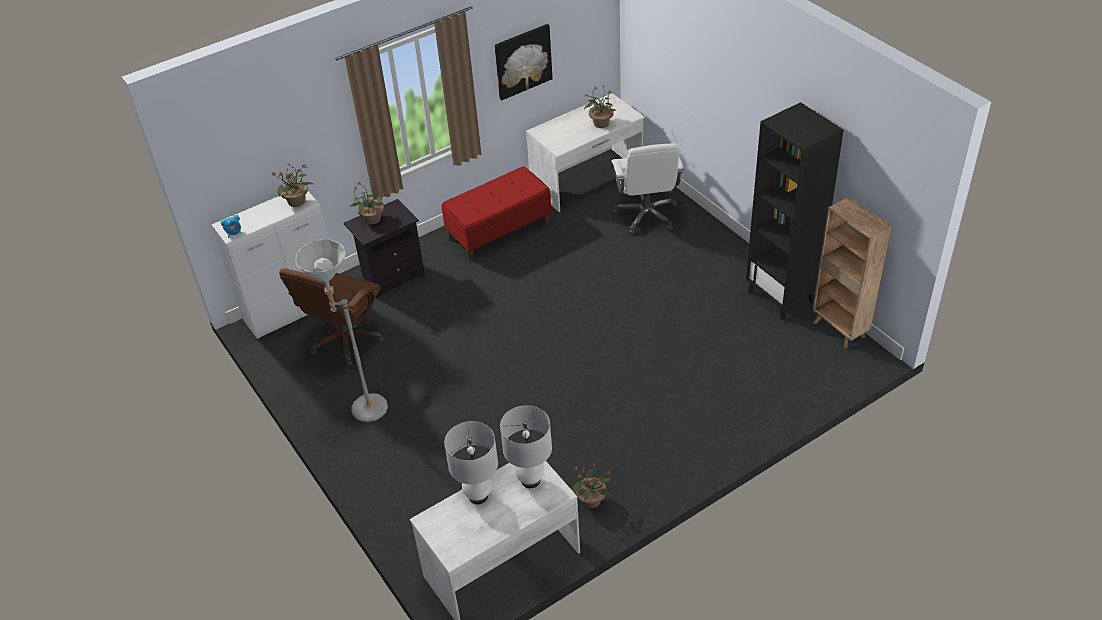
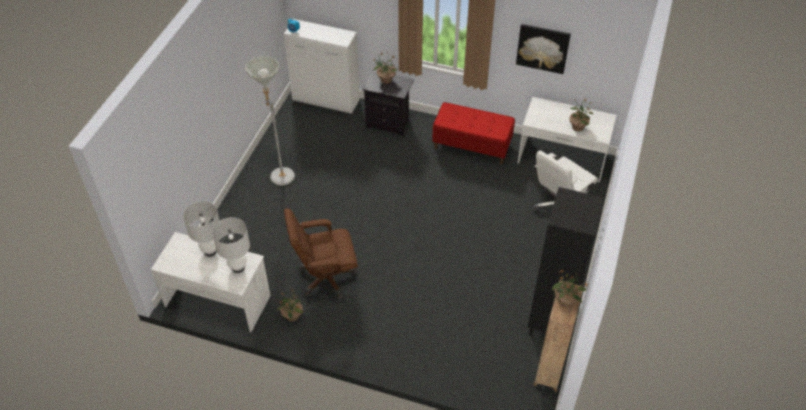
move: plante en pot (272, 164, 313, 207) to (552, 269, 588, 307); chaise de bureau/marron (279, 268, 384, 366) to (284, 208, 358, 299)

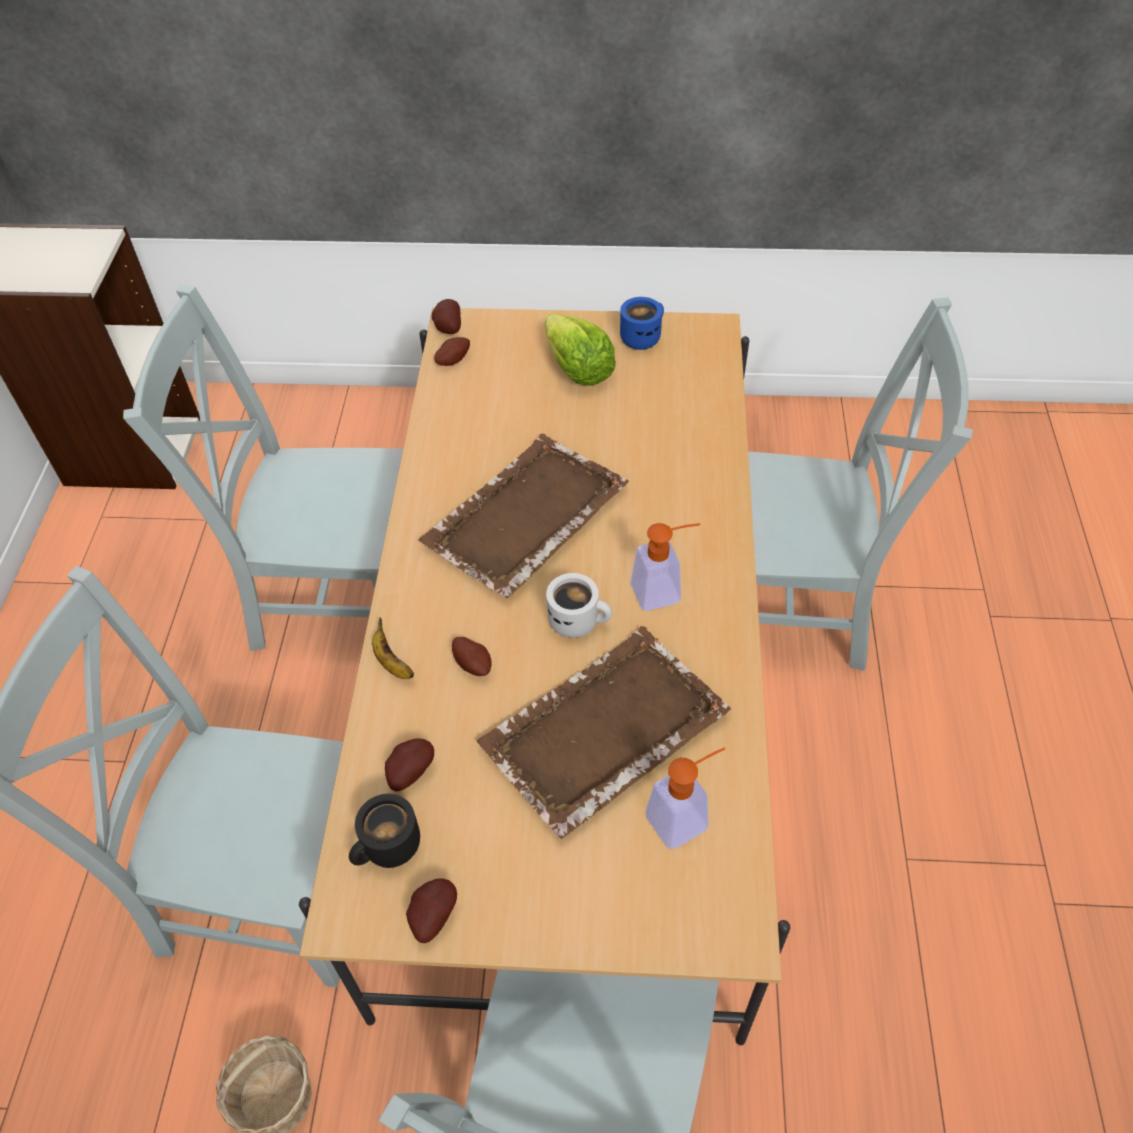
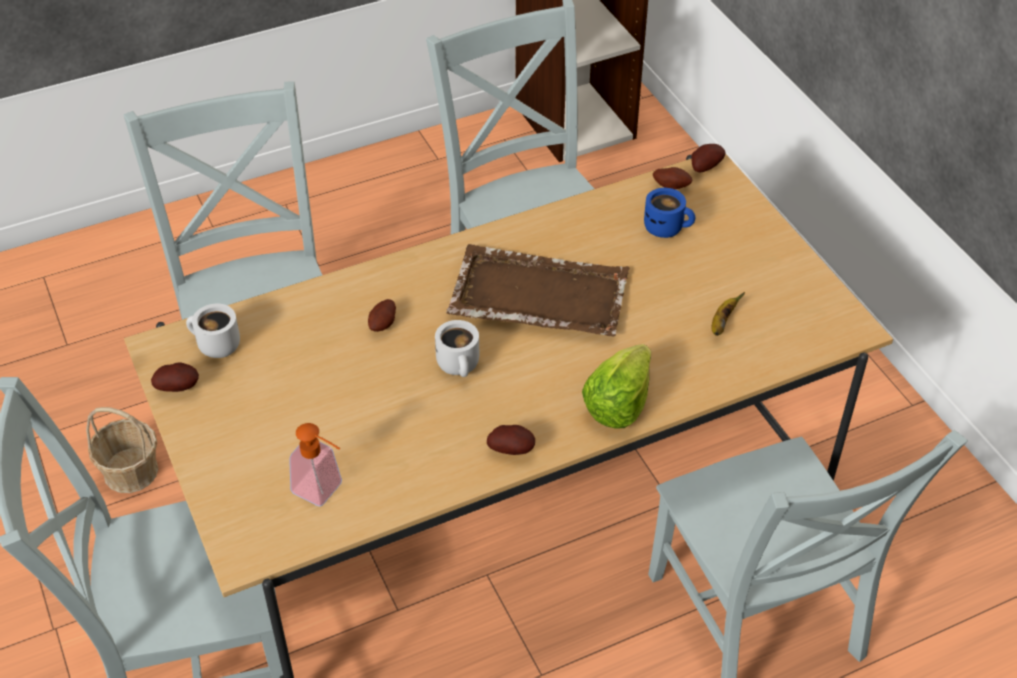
delete: plateau/marron (477, 626, 731, 839); distributeur de savon (631, 523, 701, 611)
move: banane (372, 617, 414, 679) to (712, 292, 745, 336); pomme de terre (385, 738, 434, 791) to (487, 425, 535, 455); laitue (544, 314, 616, 386) to (582, 344, 651, 428); mug/bleu (620, 297, 664, 350) to (644, 188, 695, 238)
recolor: mug/noir (349, 794, 420, 868) to mug/blanc (186, 304, 240, 358)

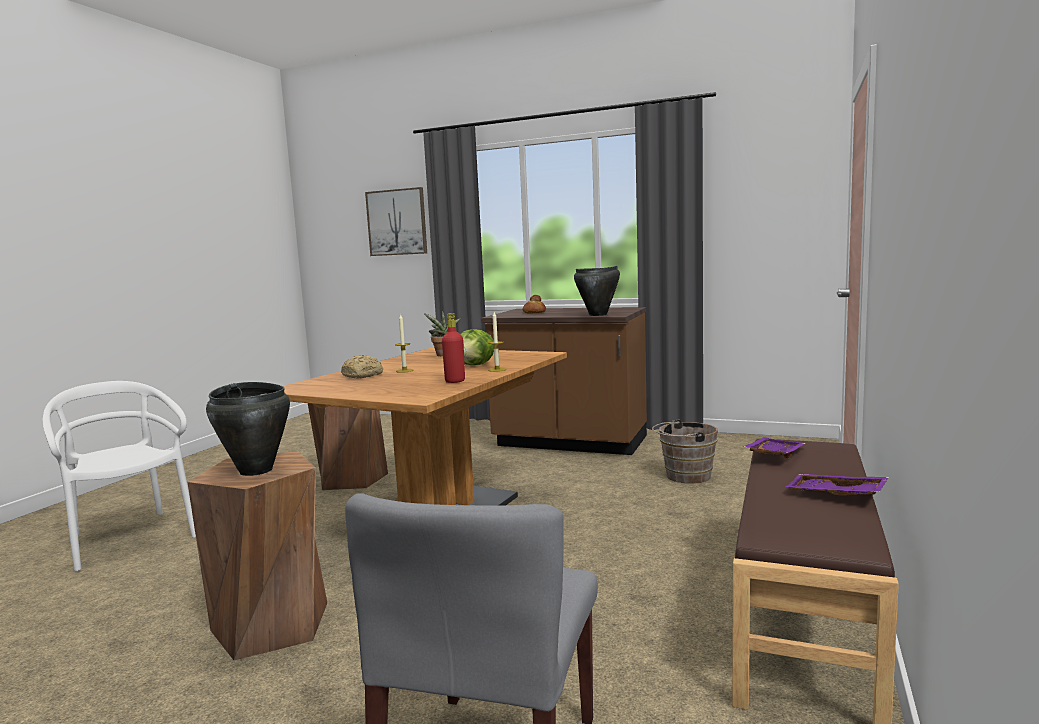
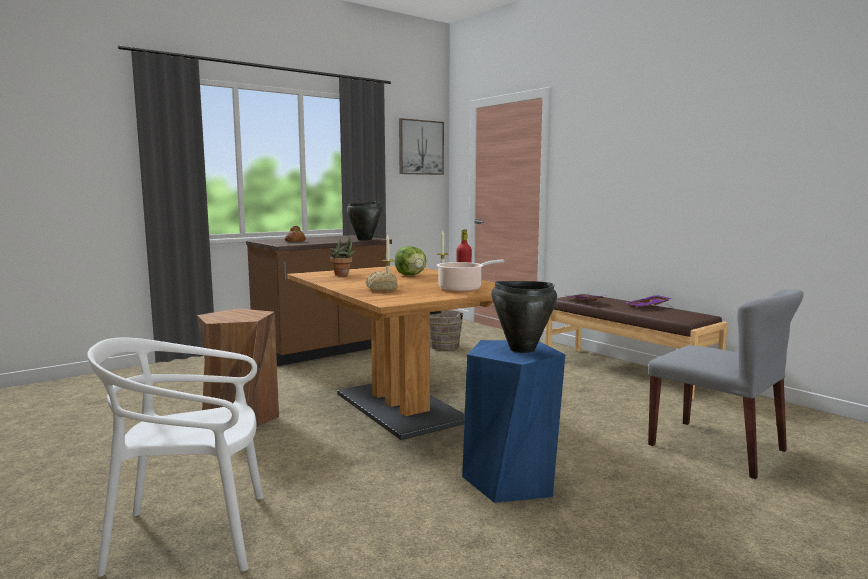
insert: marmite (437, 259, 504, 292)
move: tableau (365, 187, 427, 256) to (399, 118, 444, 175)
recolor: tabouret/marron (187, 451, 328, 661) to tabouret/bleu (462, 340, 566, 503)

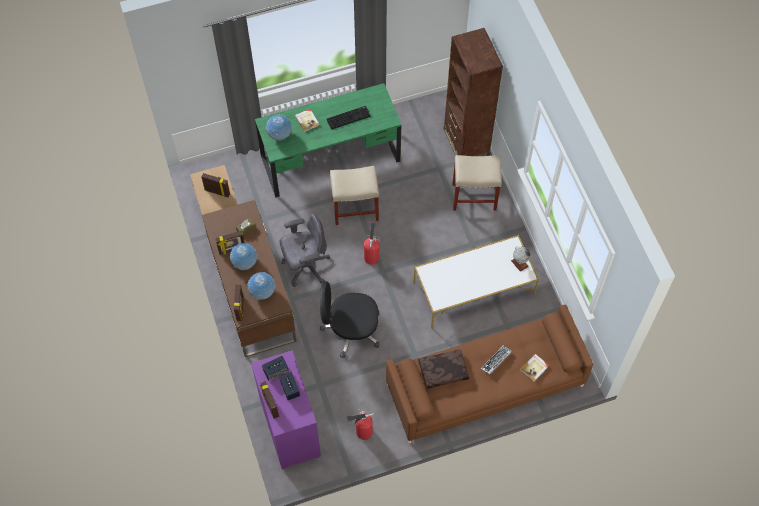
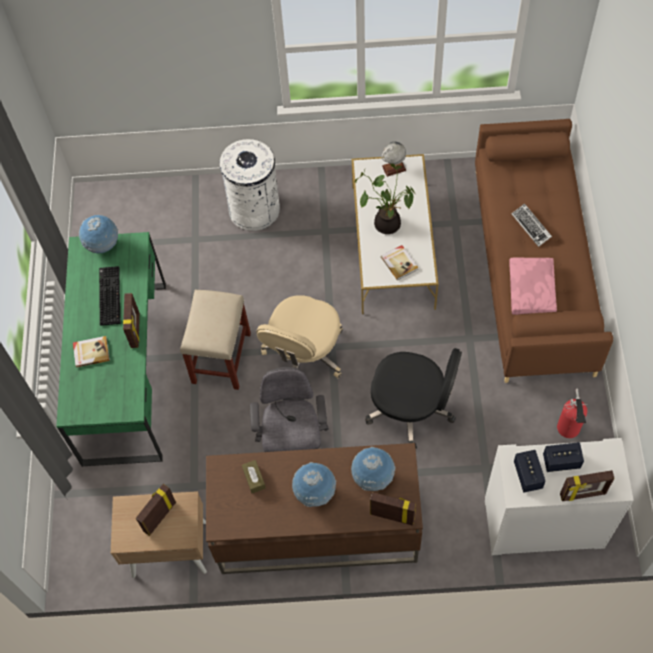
delete: bibliothèque/marron (444, 28, 503, 156)
insert: plante en pot (355, 164, 415, 234)
move: cadre photo (215, 230, 245, 255) to (123, 293, 140, 348); globe (266, 115, 292, 141) to (79, 215, 119, 253); livre (520, 354, 549, 382) to (381, 245, 419, 280)
replace: extincteur (364, 222, 380, 265) to chaise de bureau/beige (256, 295, 343, 378); tabouret/beige (452, 155, 502, 211) to poubelle/blanc (220, 139, 280, 231)
recolor: meuble de rangement/violet (251, 351, 321, 469) to meuble de rangement/blanc (485, 438, 634, 555); coussin/marron (418, 349, 469, 389) to coussin/rose (509, 257, 557, 315)
rotate: chaise de bureau/noir (320, 282, 380, 358) = (365, 348, 462, 449) 90 degrees counterclockwise

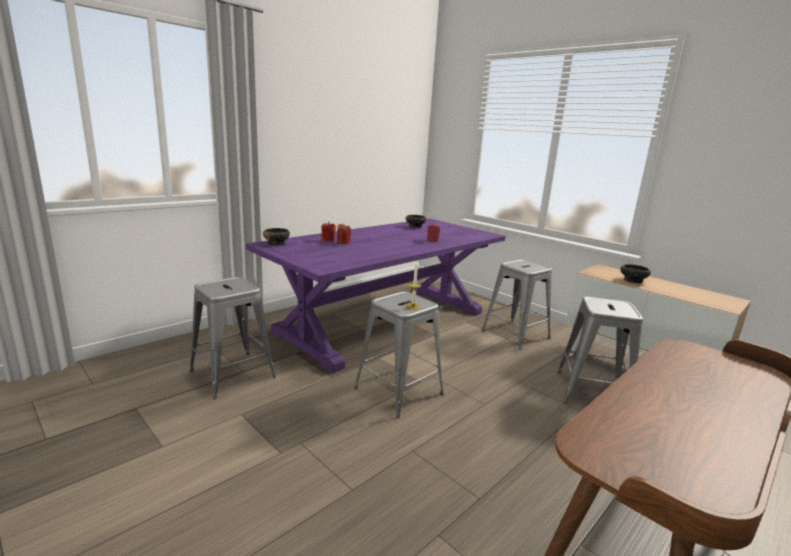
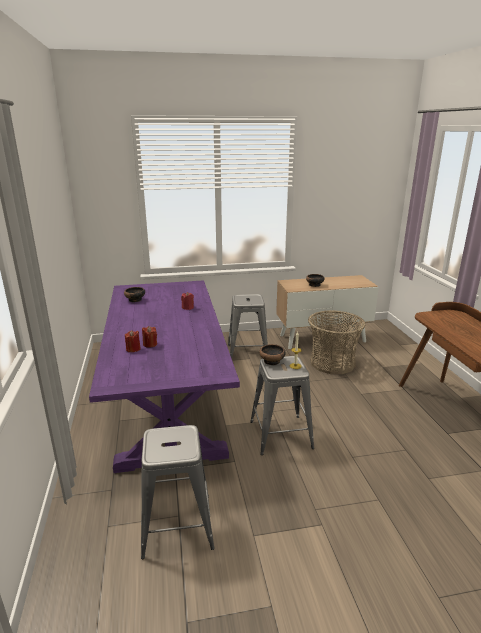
move: bol (263, 228, 290, 245) to (259, 344, 286, 365)
replace: tabouret/gris (557, 297, 643, 403) to panier (308, 310, 366, 374)

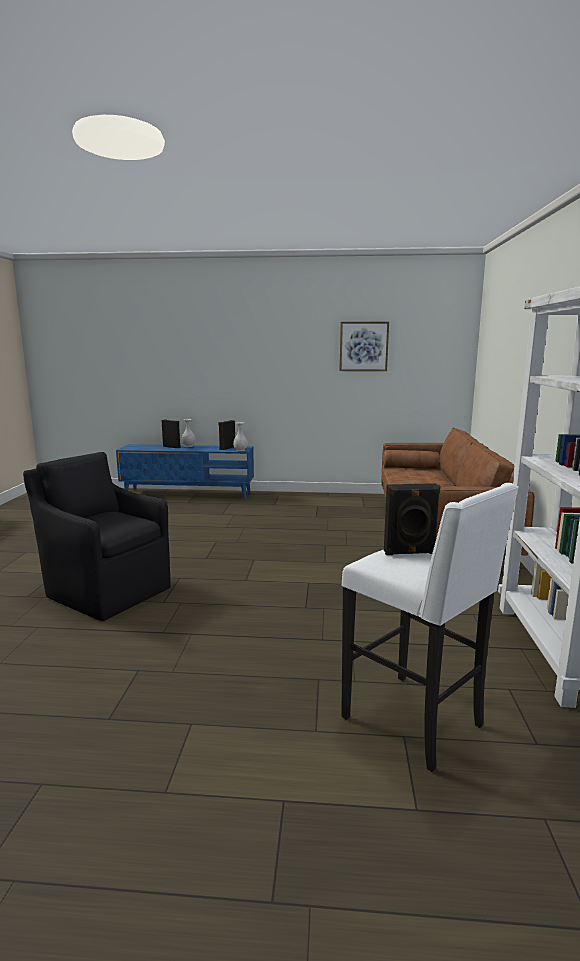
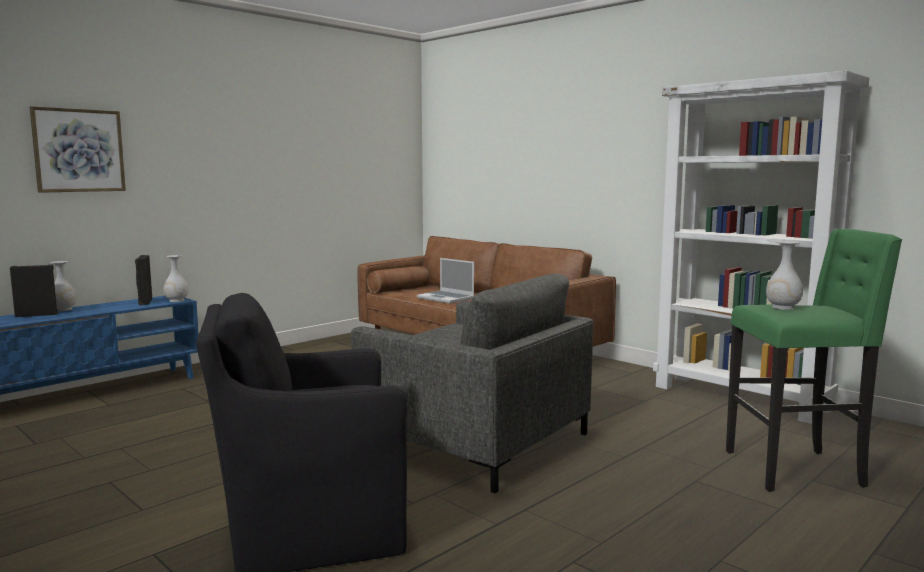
insert: fauteuil/gris (351, 274, 594, 493); ordinateur portable (417, 258, 474, 304)
move: tableau (339, 322, 389, 371) to (30, 106, 126, 193)
replace: enceinte/noir (384, 483, 441, 555) to vase/blanc (766, 241, 803, 310)
recolor: tabouret/blanc (341, 483, 519, 772) to tabouret/vert (726, 228, 902, 492)

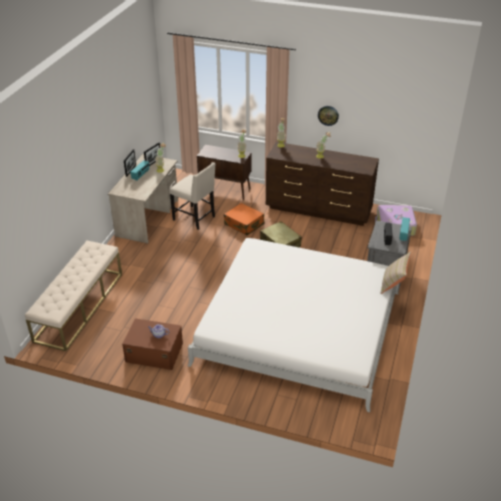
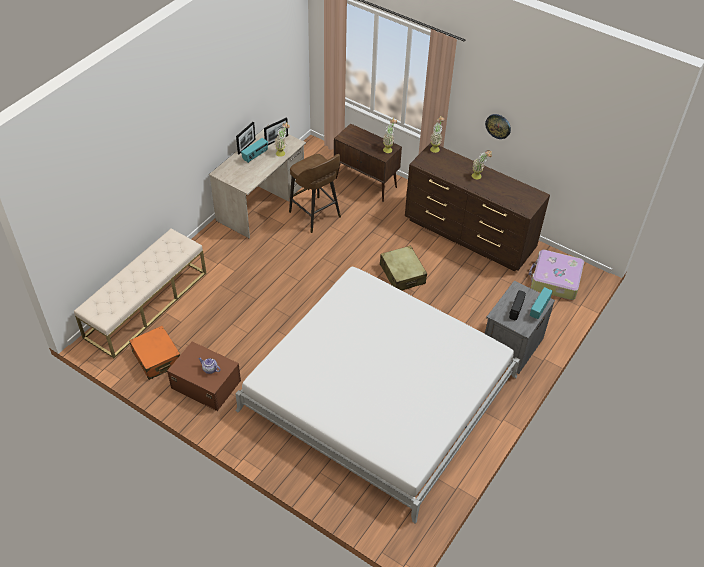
delete: coussin/beige (380, 252, 411, 294)
move: valise/orange (224, 203, 264, 235) to (129, 326, 180, 380)
replace: chaise/beige (169, 162, 215, 230) to tabouret/marron (289, 154, 341, 233)

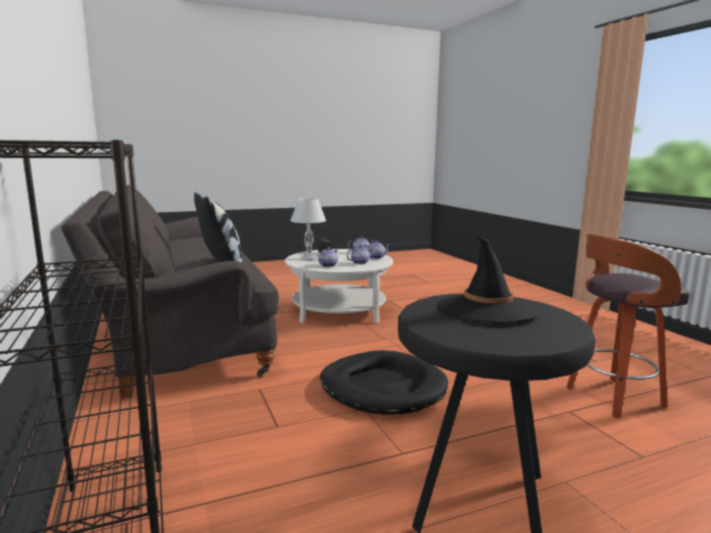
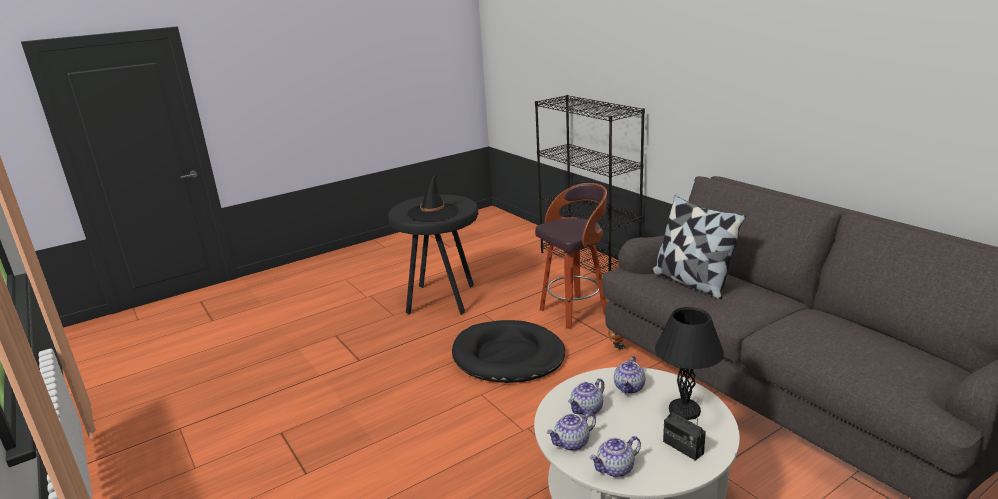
move: tabouret (566, 234, 690, 418) to (535, 183, 607, 329)
recolor: lampe de table/blanc (290, 198, 326, 261) to lampe de table/noir (655, 307, 724, 420)

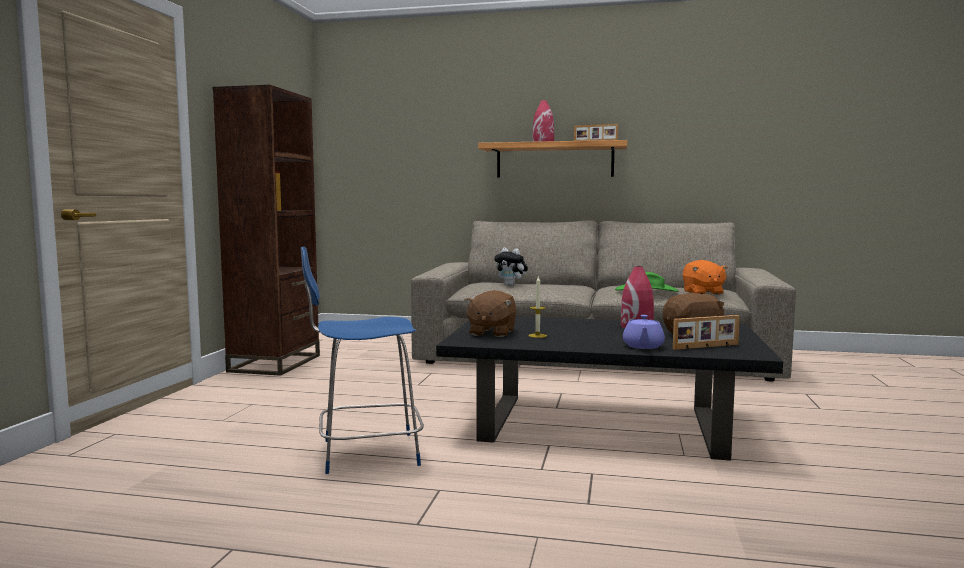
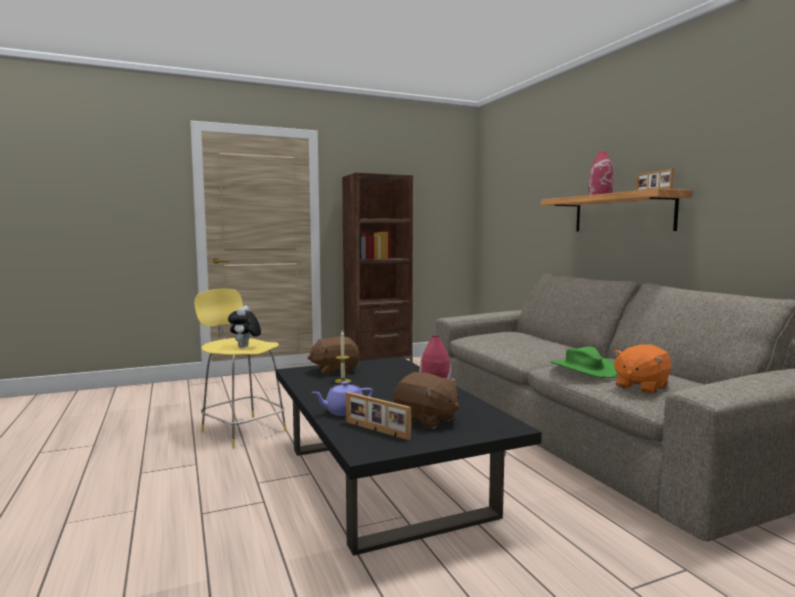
move: peluche (494, 248, 528, 286) to (228, 306, 261, 348)
recolor: tabouret/bleu (301, 247, 424, 474) to tabouret/jaune (194, 289, 287, 448)

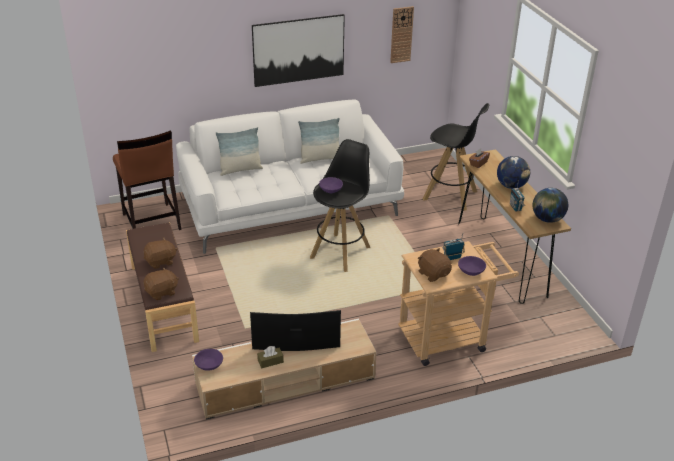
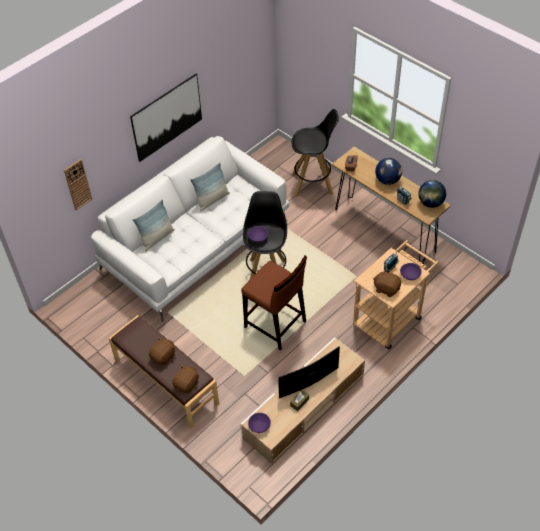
move: tabouret/marron (113, 130, 181, 230) to (241, 256, 307, 351); horloge murale (390, 6, 414, 63) to (64, 159, 92, 210)

